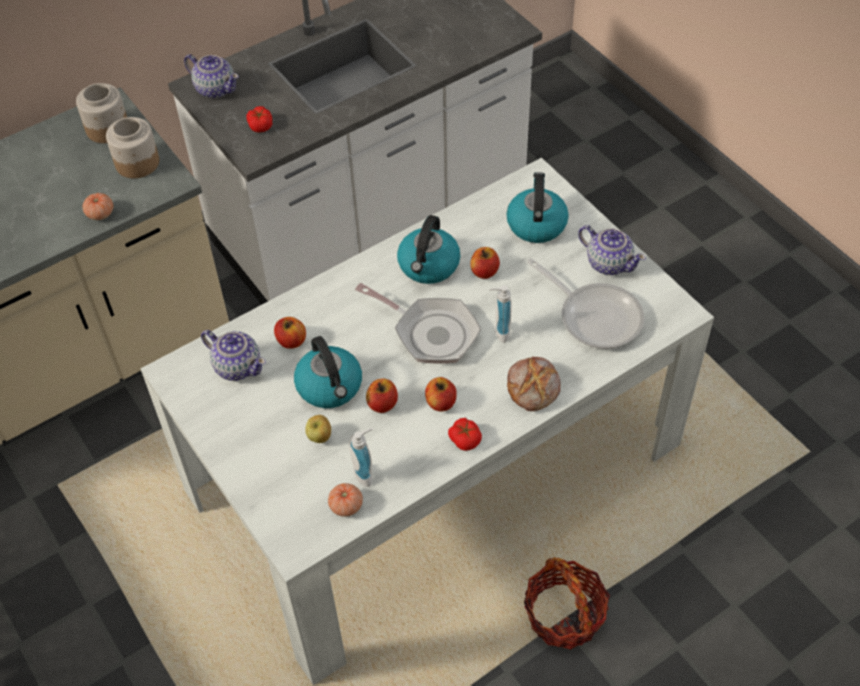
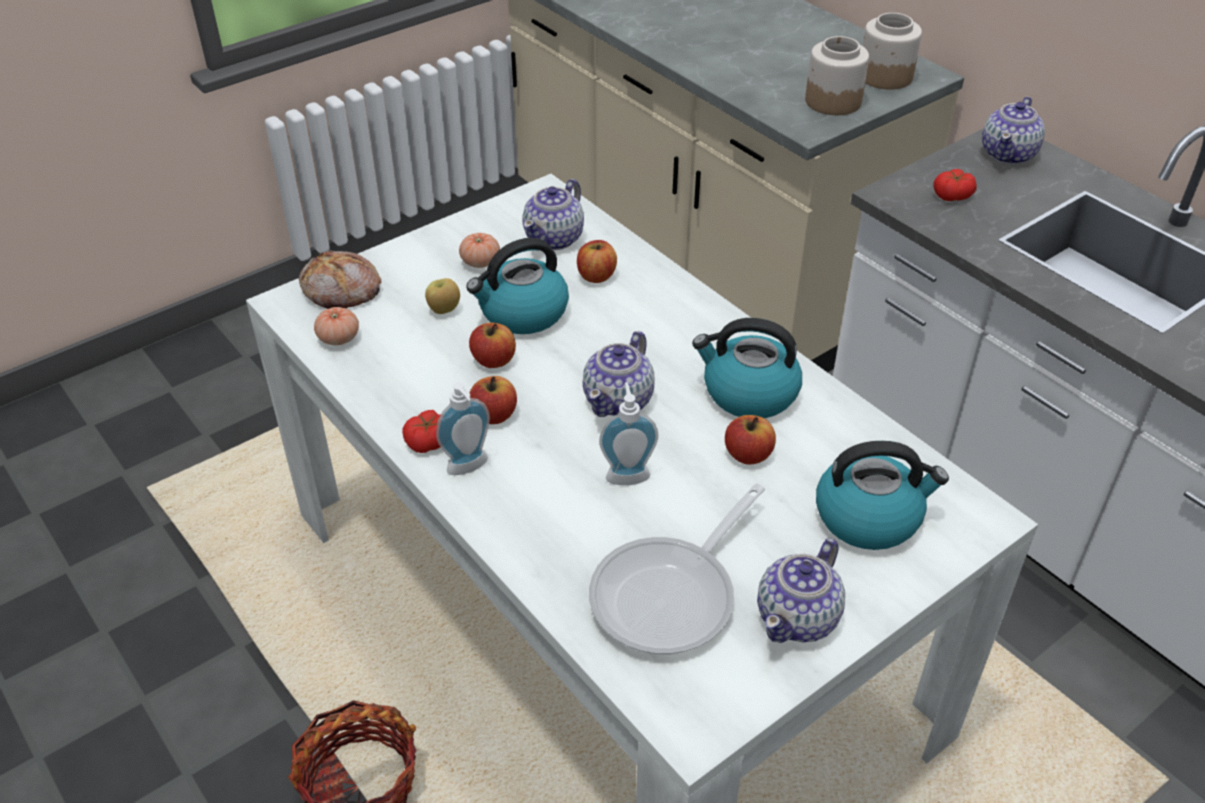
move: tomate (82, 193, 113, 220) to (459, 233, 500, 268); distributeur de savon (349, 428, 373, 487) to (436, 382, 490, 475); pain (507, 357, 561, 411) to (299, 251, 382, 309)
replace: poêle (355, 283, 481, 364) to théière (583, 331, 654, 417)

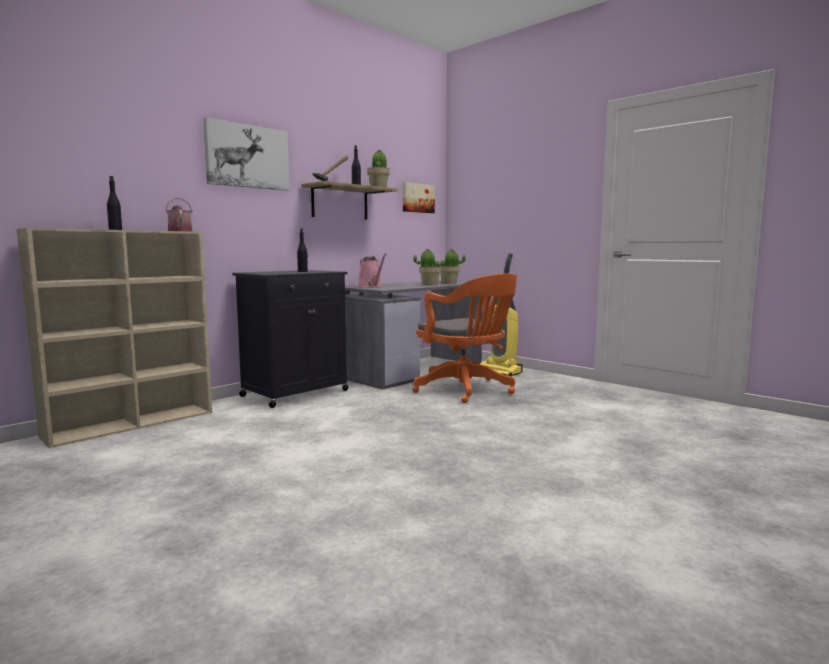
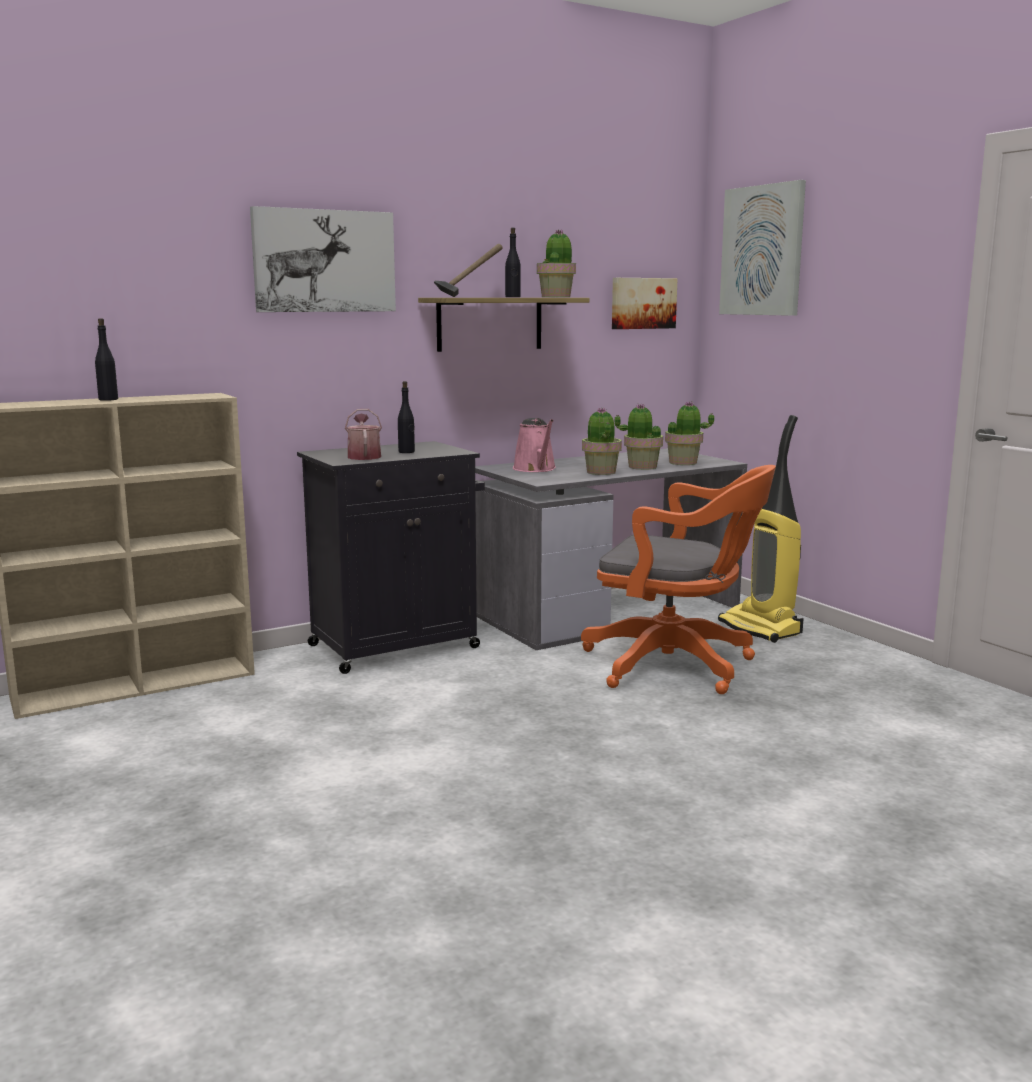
insert: plante en pot (582, 407, 622, 475); tableau (719, 180, 806, 316)
move: arrosoir (165, 198, 192, 232) to (345, 409, 382, 460)
rotate: chaise de bureau/orange (412, 273, 517, 403) = (581, 465, 776, 694) 45 degrees counterclockwise

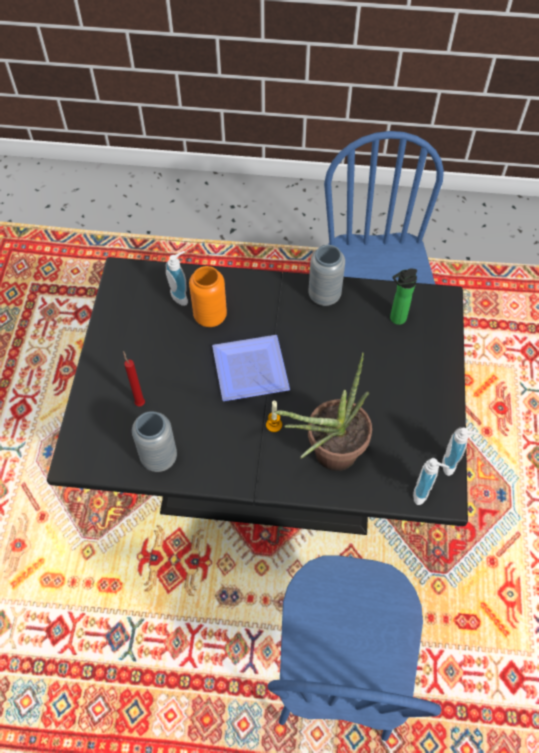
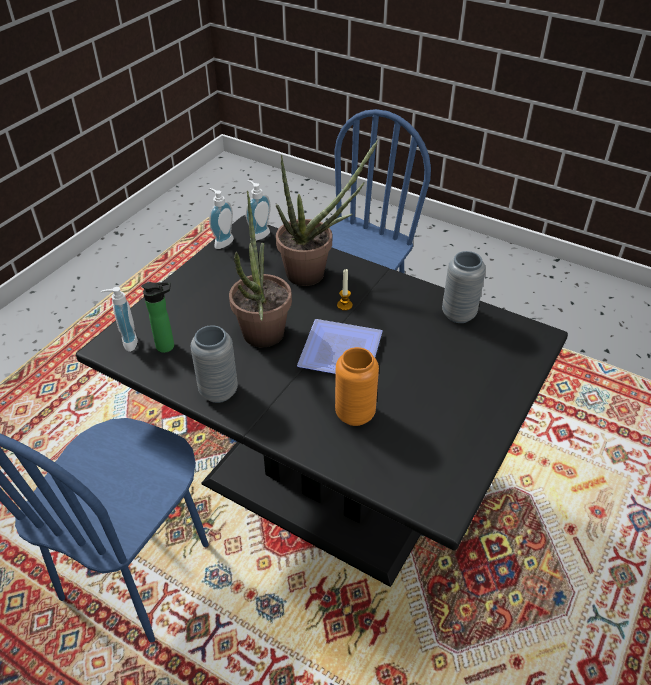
delete: bougie/rouge (123, 351, 145, 407)
insert: plante en pot (229, 191, 292, 348)
move: distributeur de savon (166, 251, 188, 306) to (101, 287, 138, 352)

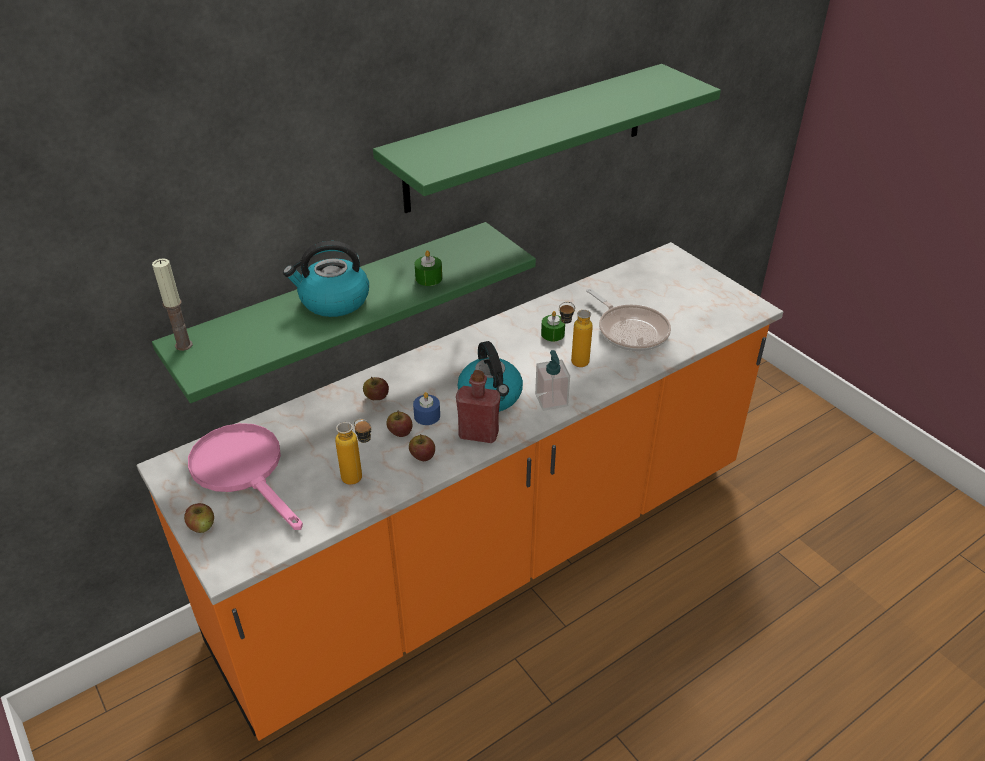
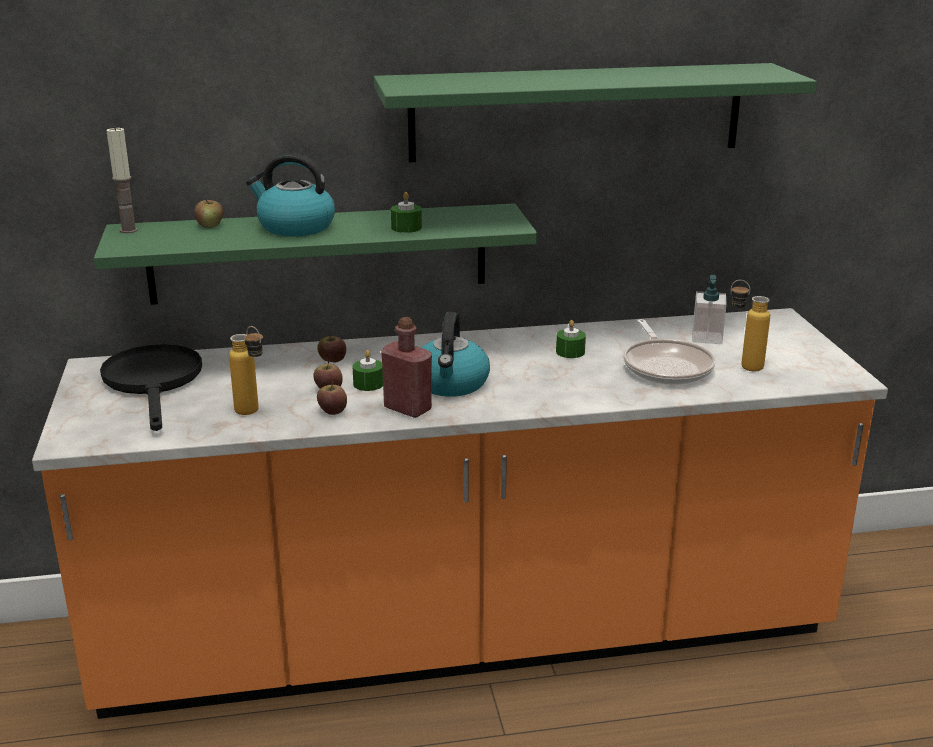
move: pomme (184, 503, 214, 533) to (195, 198, 223, 228); distributeur de savon (535, 350, 570, 411) to (692, 275, 727, 344); bouteille (559, 302, 593, 367) to (731, 280, 770, 371)
recolor: poêle/rose (188, 423, 303, 530) to poêle/noir (100, 344, 202, 431); bougie/bleu (413, 392, 440, 425) to bougie/vert (352, 350, 383, 391)

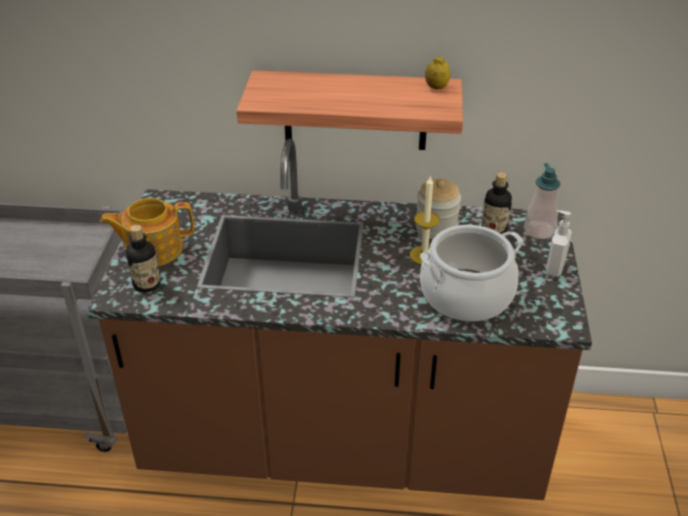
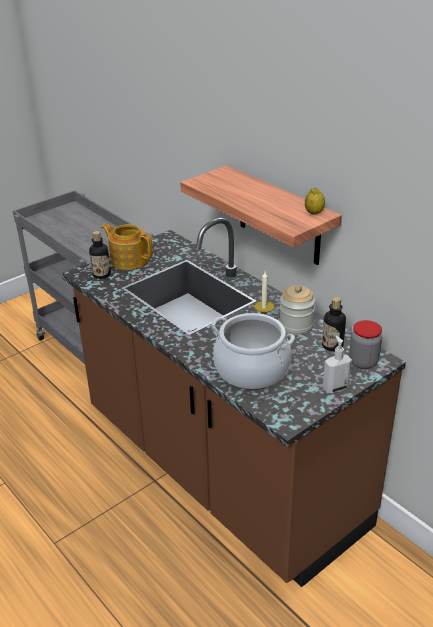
replace: distributeur de savon (524, 163, 560, 239) to bocal (349, 320, 382, 369)

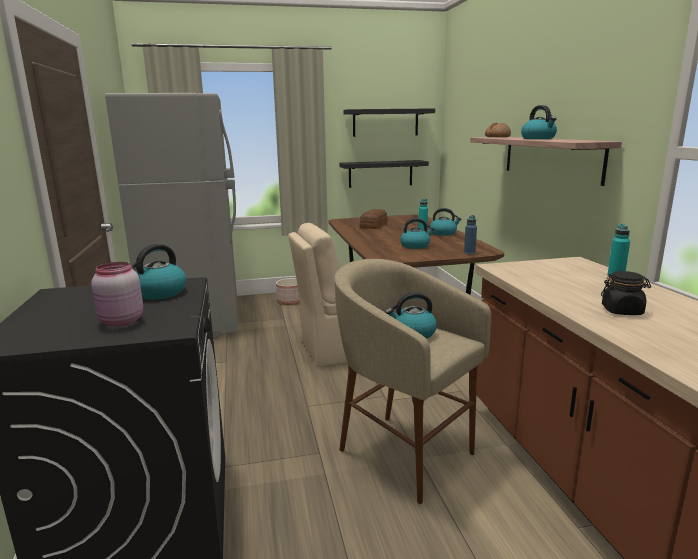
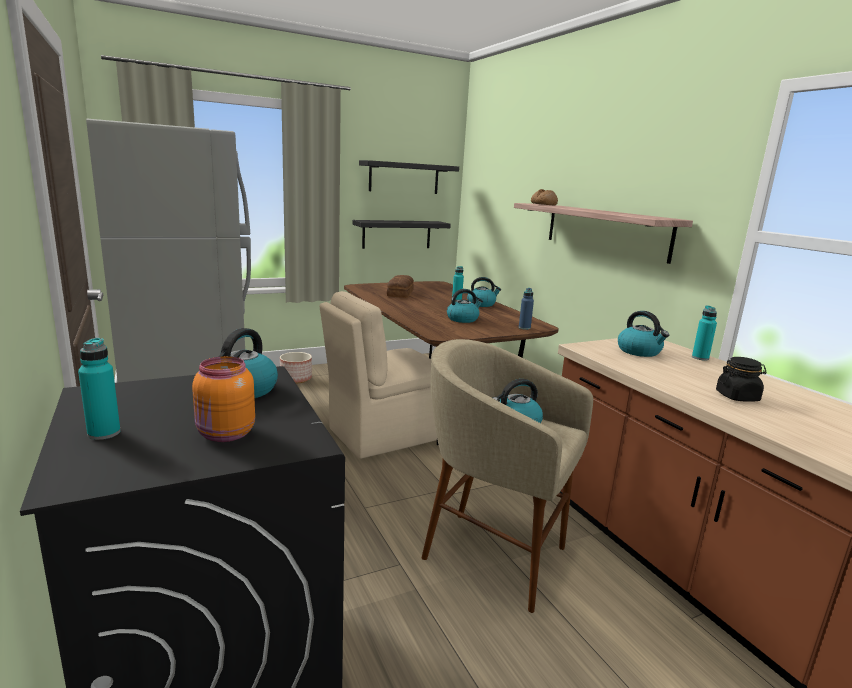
insert: bouteille/turquoise (78, 338, 121, 440)
move: bouilloire (521, 105, 557, 139) to (618, 311, 669, 357)
recolor: bocal/rose (91, 262, 143, 326) to bocal/orange (192, 356, 255, 442)

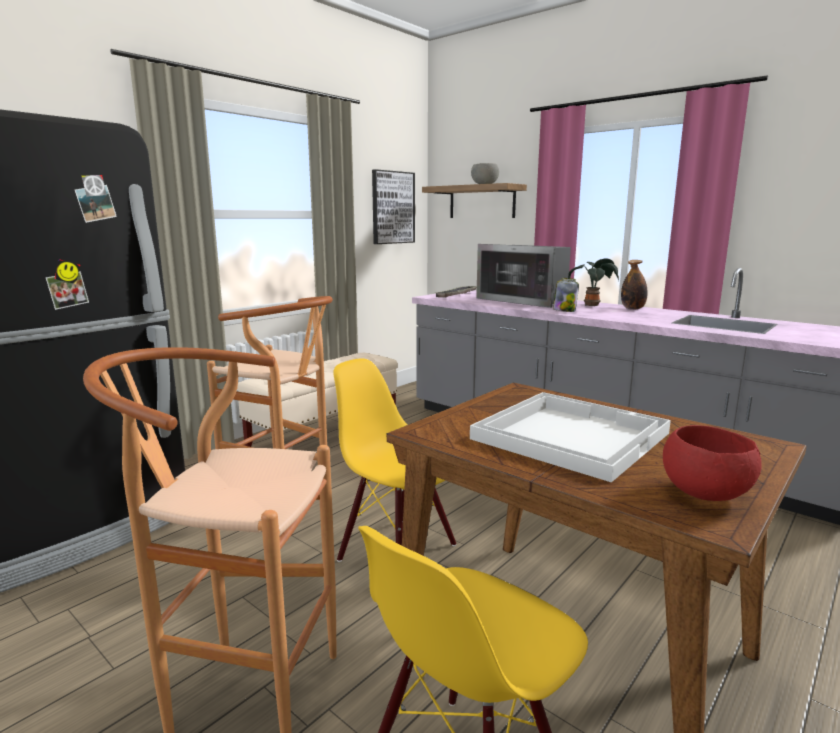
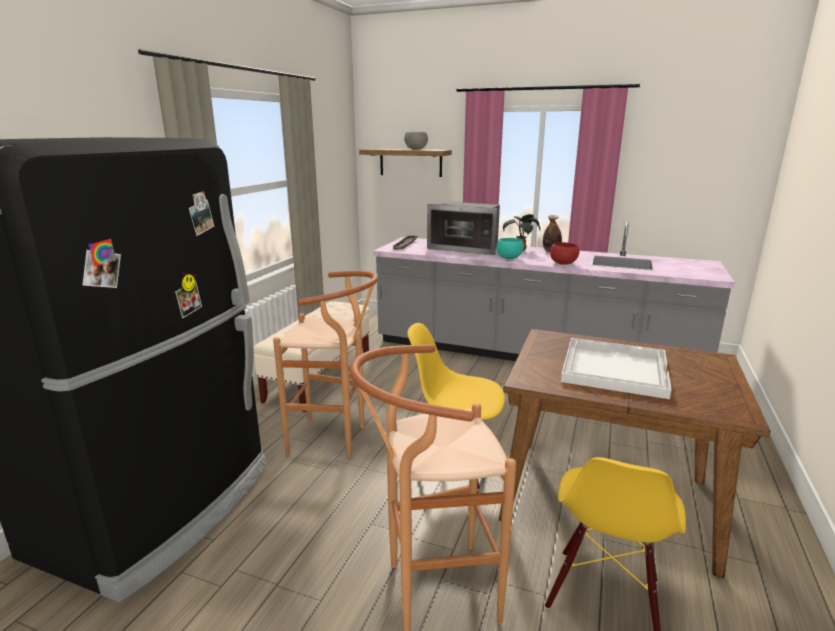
delete: tableau (372, 169, 415, 244)
move: bol/rouge (663, 425, 762, 501) to (550, 242, 580, 265)
replace: bocal (553, 278, 579, 312) to bol/turquoise (496, 238, 524, 259)

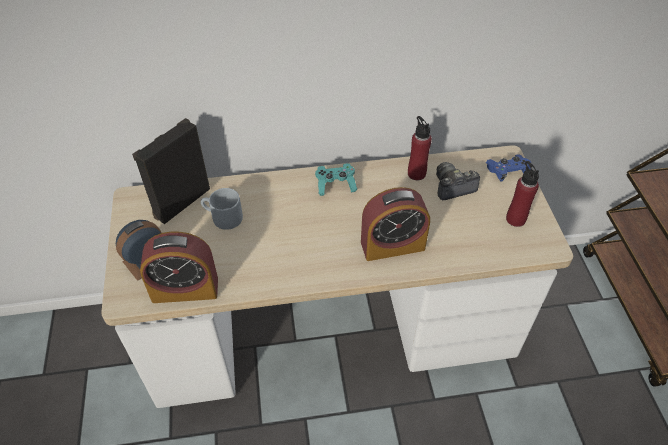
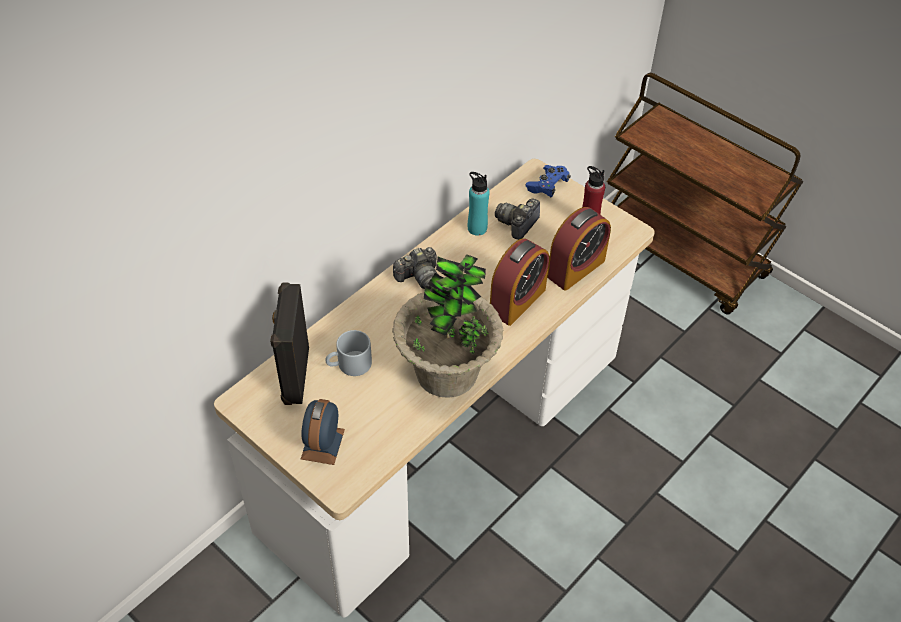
insert: plante en pot (392, 254, 504, 398)
move: réveil (140, 231, 218, 303) to (547, 207, 611, 291)
replace: manette/turquoise (315, 163, 357, 196) to appareil photo (393, 247, 438, 289)
recolor: bouteille/rouge (408, 116, 432, 180) to bouteille/turquoise (468, 172, 490, 236)

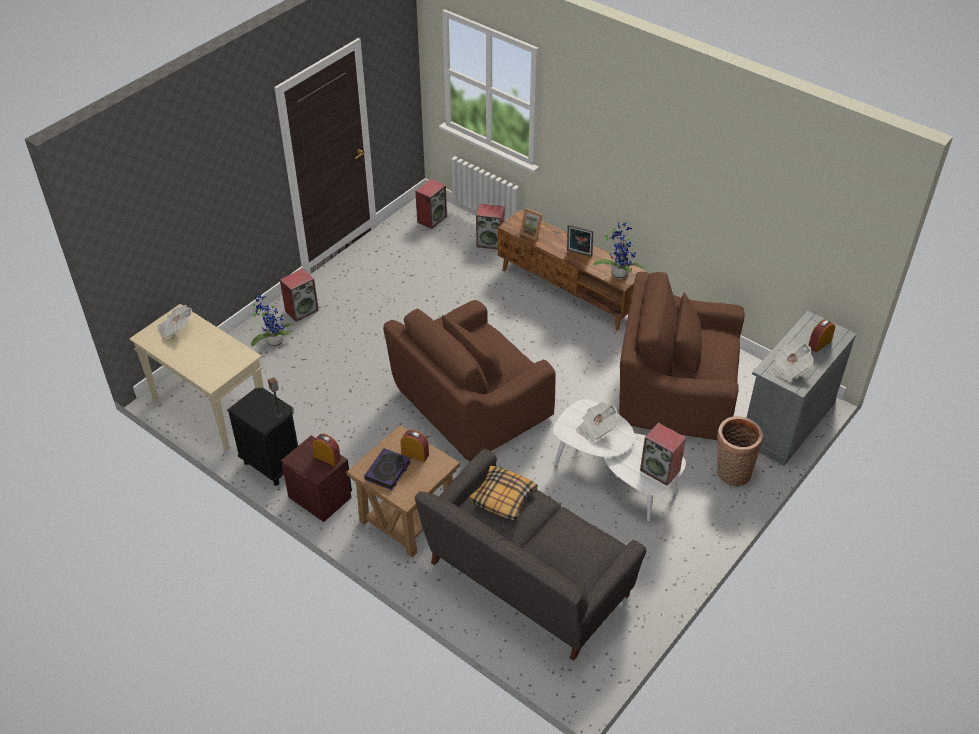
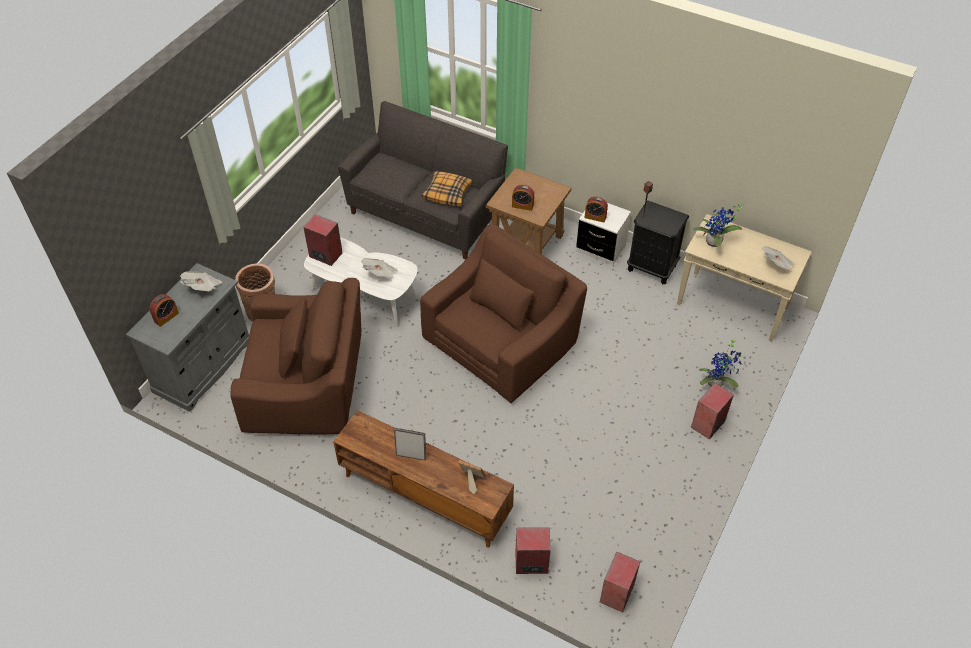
delete: livre (364, 448, 411, 490)
move: plante en pot (594, 221, 643, 279) to (693, 204, 744, 247)
recolor: table de chevet/marron (281, 435, 352, 522) to table de chevet/blanc (576, 203, 631, 265)

